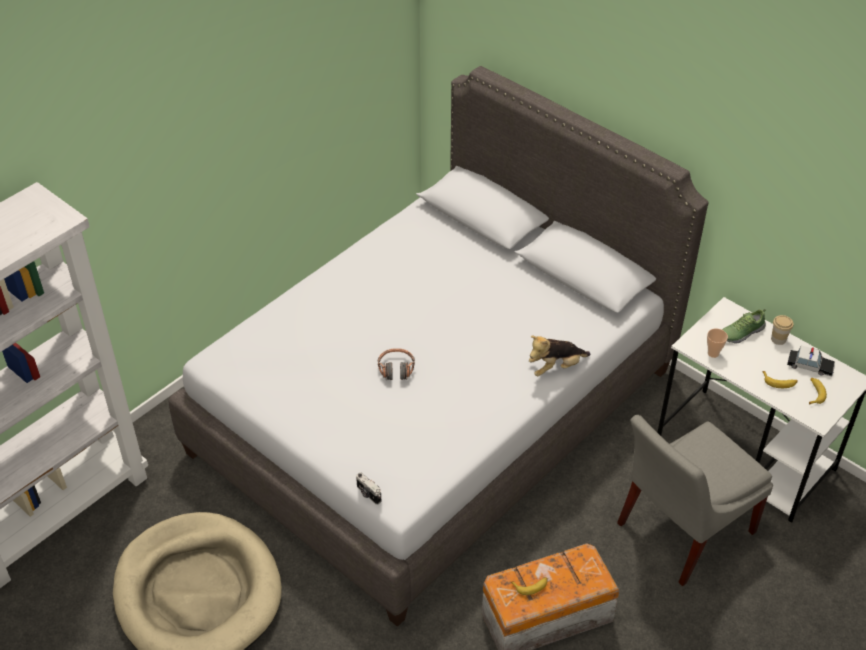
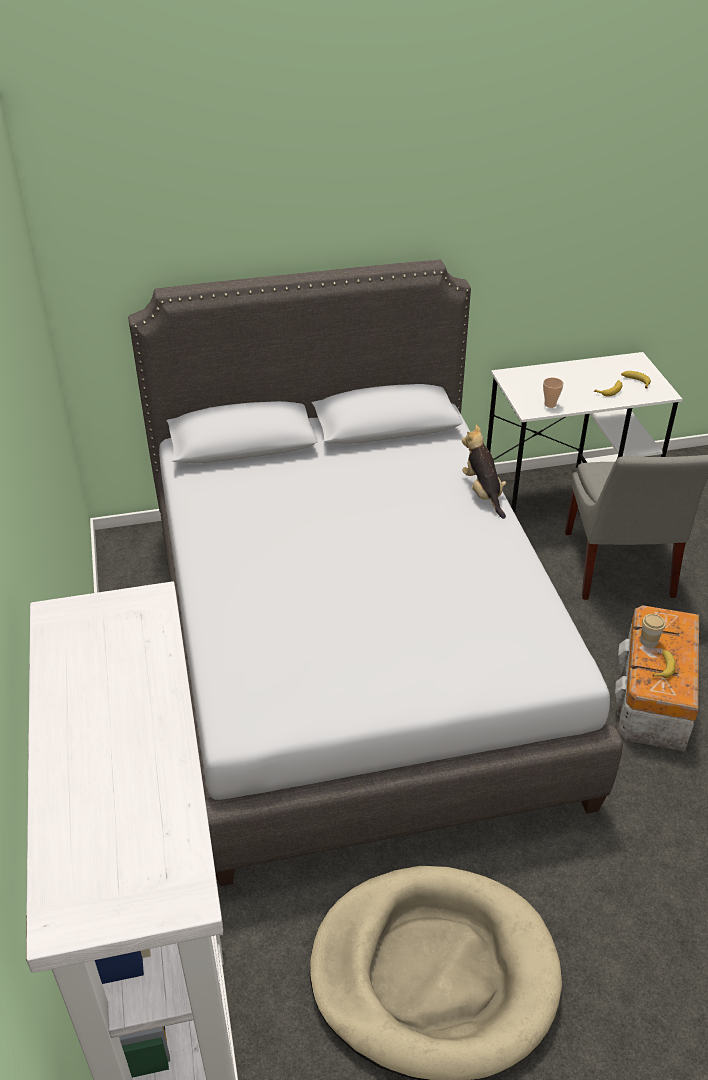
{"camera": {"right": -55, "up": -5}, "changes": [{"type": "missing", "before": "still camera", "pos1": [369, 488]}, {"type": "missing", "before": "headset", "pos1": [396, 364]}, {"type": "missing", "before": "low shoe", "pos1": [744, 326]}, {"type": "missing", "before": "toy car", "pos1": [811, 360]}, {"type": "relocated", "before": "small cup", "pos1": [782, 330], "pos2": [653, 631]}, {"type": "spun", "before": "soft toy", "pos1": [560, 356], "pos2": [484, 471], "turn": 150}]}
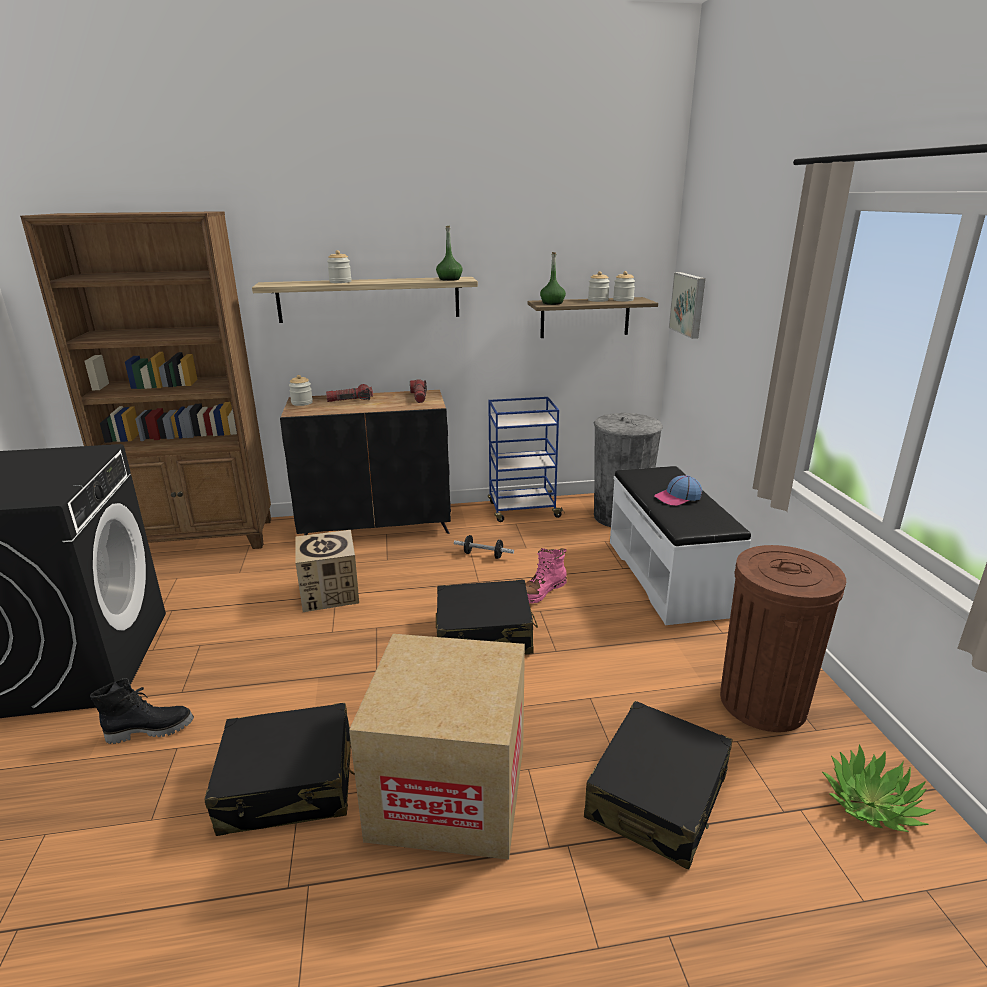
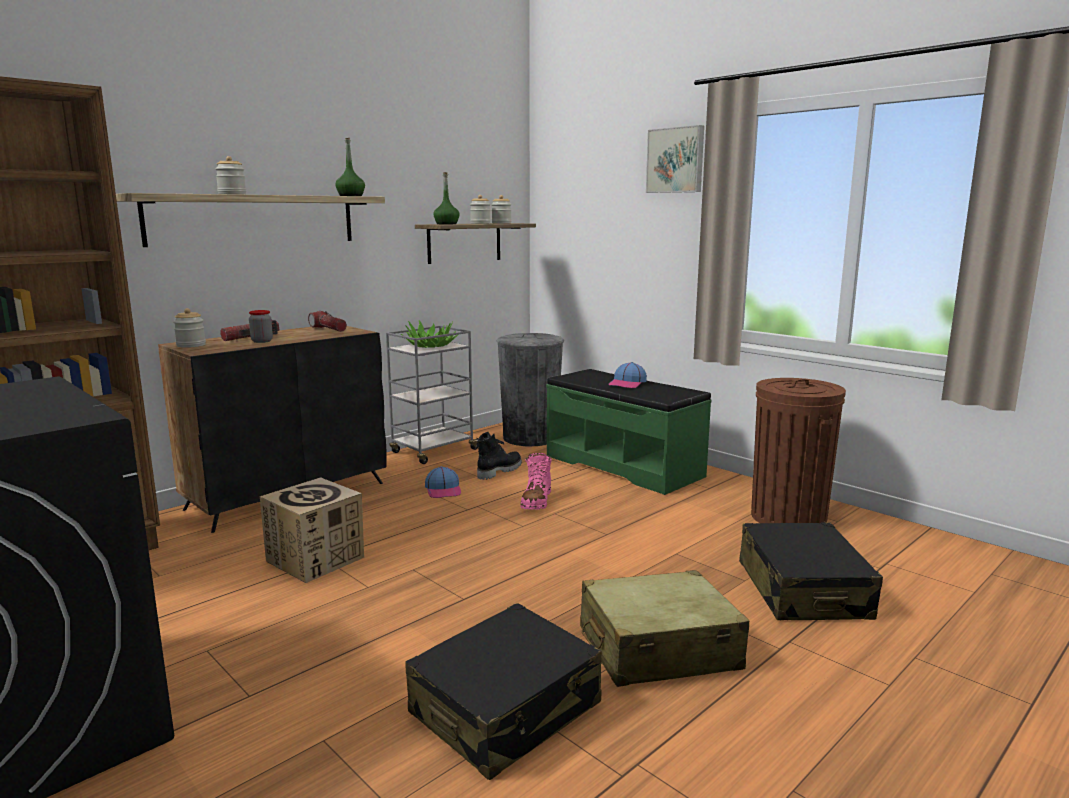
{"camera": {"right": -35, "up": -10}, "changes": [{"type": "missing", "before": "black-coloured suitcase", "pos1": [487, 616]}, {"type": "appeared", "after": "storage jar", "pos2": [261, 326]}, {"type": "relocated", "before": "black-coloured high-top boot", "pos1": [142, 711], "pos2": [499, 456]}, {"type": "relocated", "before": "wall art", "pos1": [687, 305], "pos2": [675, 159]}, {"type": "relocated", "before": "plant in a pot", "pos1": [879, 788], "pos2": [430, 334]}, {"type": "exchanged", "before": "packing box", "after": "sand-coloured suitcase", "pos1": [437, 747], "pos2": [664, 628]}, {"type": "exchanged", "before": "dumbbell", "after": "cap", "pos1": [484, 547], "pos2": [443, 482]}, {"type": "colour", "before": "bluish trolley", "after": "greyish trolley", "pos1": [526, 459], "pos2": [432, 395]}, {"type": "colour", "before": "white bench", "after": "greenish bench", "pos1": [680, 545], "pos2": [628, 432]}]}
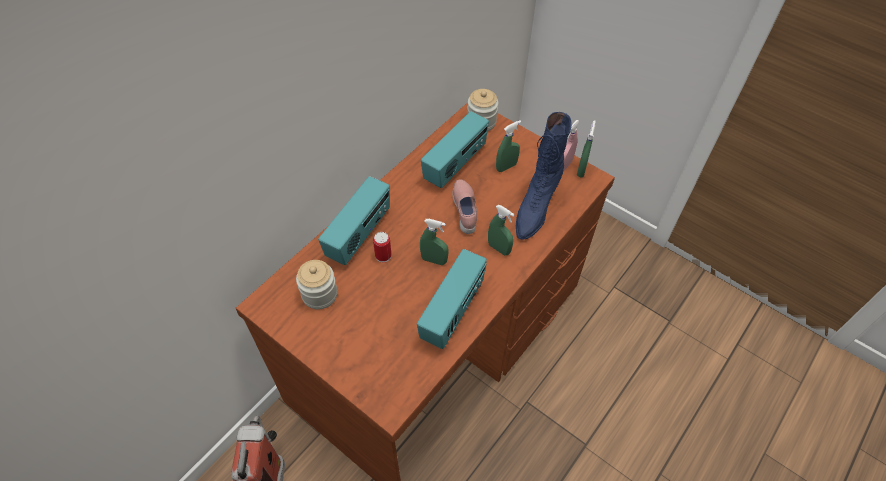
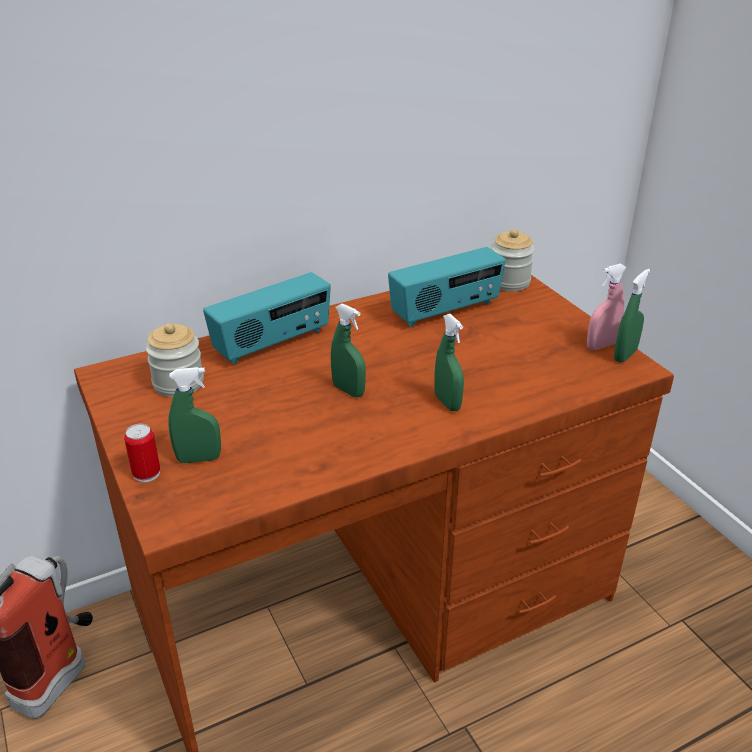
{"camera": {"right": 25, "up": -20}, "changes": [{"type": "missing", "before": "radio receiver", "pos1": [452, 299]}, {"type": "missing", "before": "pinkish low shoe", "pos1": [464, 206]}, {"type": "missing", "before": "bluish high-top boot", "pos1": [544, 176]}, {"type": "relocated", "before": "sealed can", "pos1": [382, 247], "pos2": [142, 453]}, {"type": "relocated", "before": "greenish sprayer", "pos1": [508, 146], "pos2": [194, 415]}]}
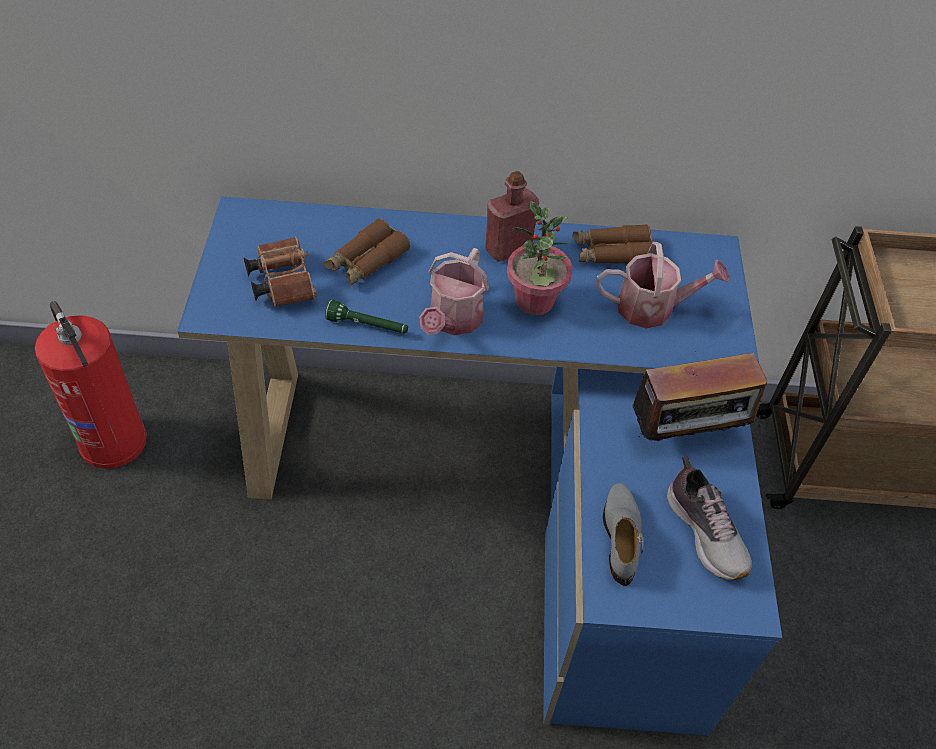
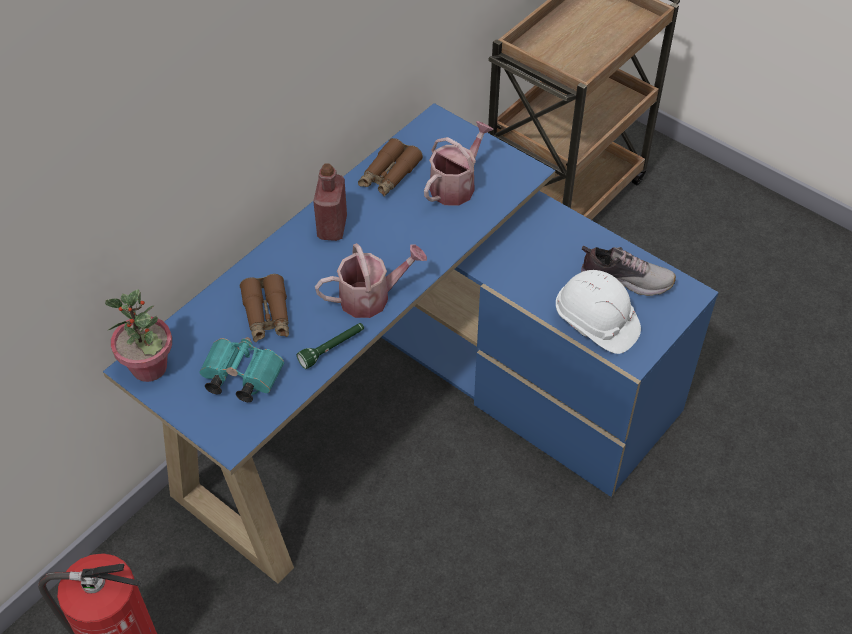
{"camera": {"right": -50, "up": 0}, "changes": [{"type": "missing", "before": "radio receiver", "pos1": [700, 406]}, {"type": "relocated", "before": "plant in a pot", "pos1": [539, 258], "pos2": [138, 335]}, {"type": "exchanged", "before": "greyish low shoe", "after": "white hard hat", "pos1": [623, 534], "pos2": [598, 312]}, {"type": "colour", "before": "brown field glasses", "after": "blue-green field glasses", "pos1": [280, 272], "pos2": [241, 369]}, {"type": "spun", "before": "sprinkling can", "pos1": [454, 292], "pos2": [371, 280], "turn": -75}]}
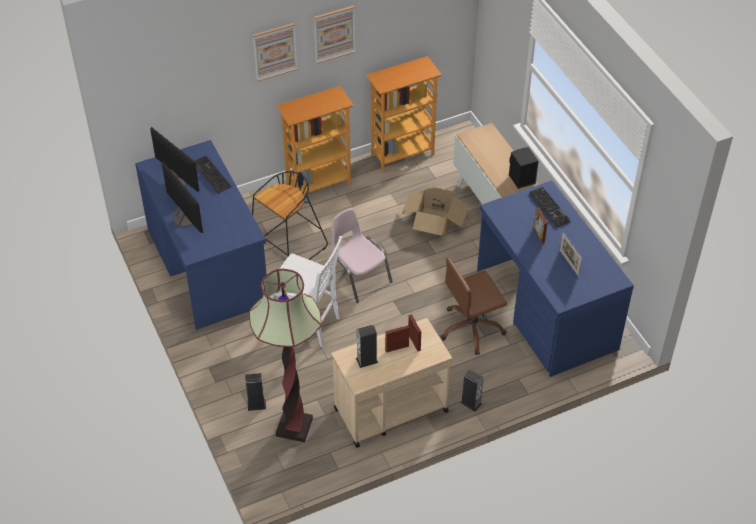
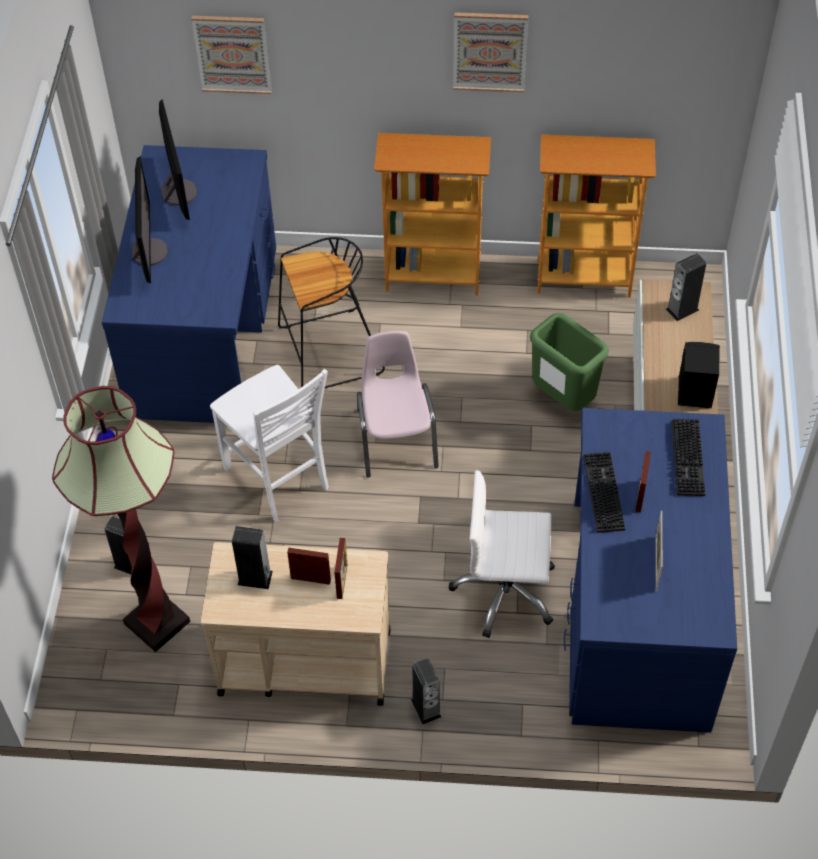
{"camera": {"right": 30, "up": 5}, "changes": [{"type": "appeared", "after": "speaker", "pos2": [686, 287]}, {"type": "relocated", "before": "PC keyboard", "pos1": [212, 174], "pos2": [604, 492]}, {"type": "relocated", "before": "wall art", "pos1": [275, 52], "pos2": [231, 55]}, {"type": "exchanged", "before": "packing box", "after": "greenish waste bin", "pos1": [435, 211], "pos2": [569, 362]}, {"type": "colour", "before": "brown office chair", "after": "white office chair", "pos1": [473, 306], "pos2": [502, 554]}]}
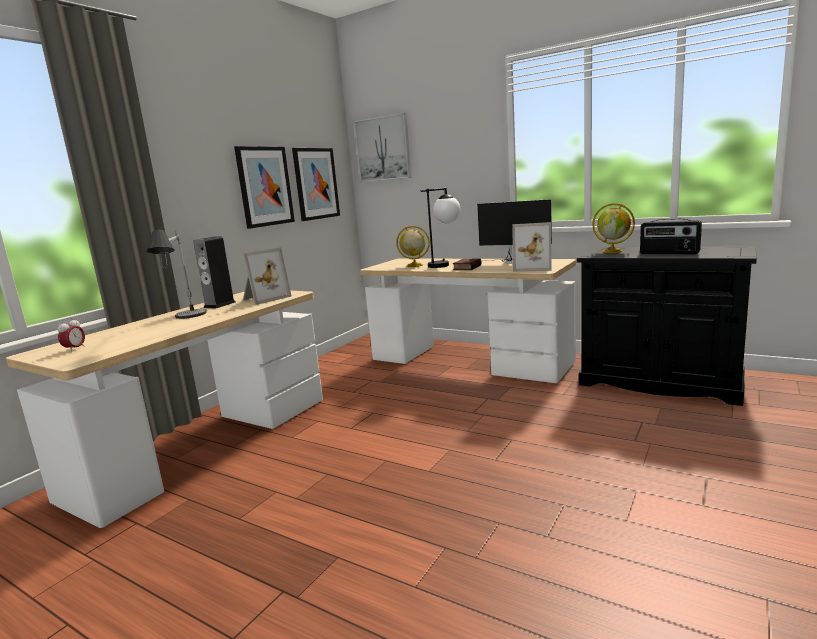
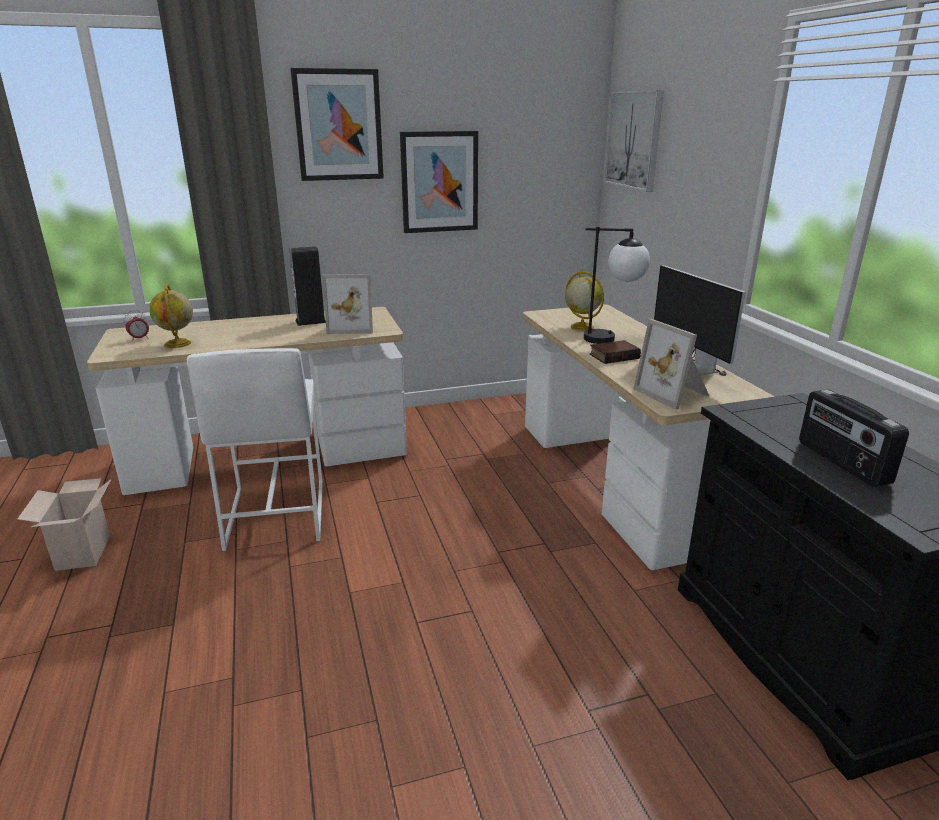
{"camera": {"right": 40, "up": 10}, "changes": [{"type": "missing", "before": "tabletop lamp", "pos1": [176, 274]}, {"type": "appeared", "after": "packing box", "pos2": [64, 524]}, {"type": "appeared", "after": "white stool", "pos2": [255, 449]}, {"type": "relocated", "before": "wall art", "pos1": [316, 184], "pos2": [337, 124]}, {"type": "relocated", "before": "world globe", "pos1": [613, 228], "pos2": [171, 316]}]}
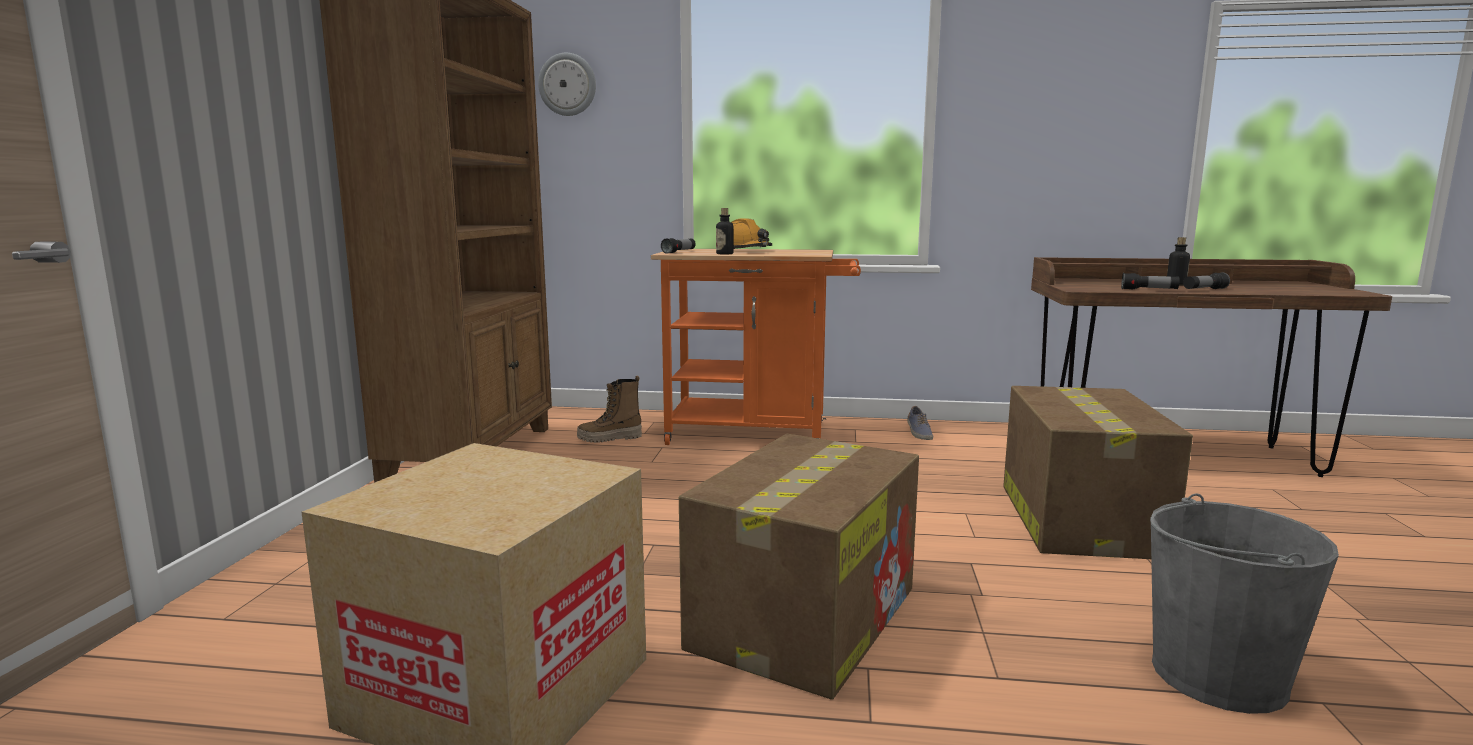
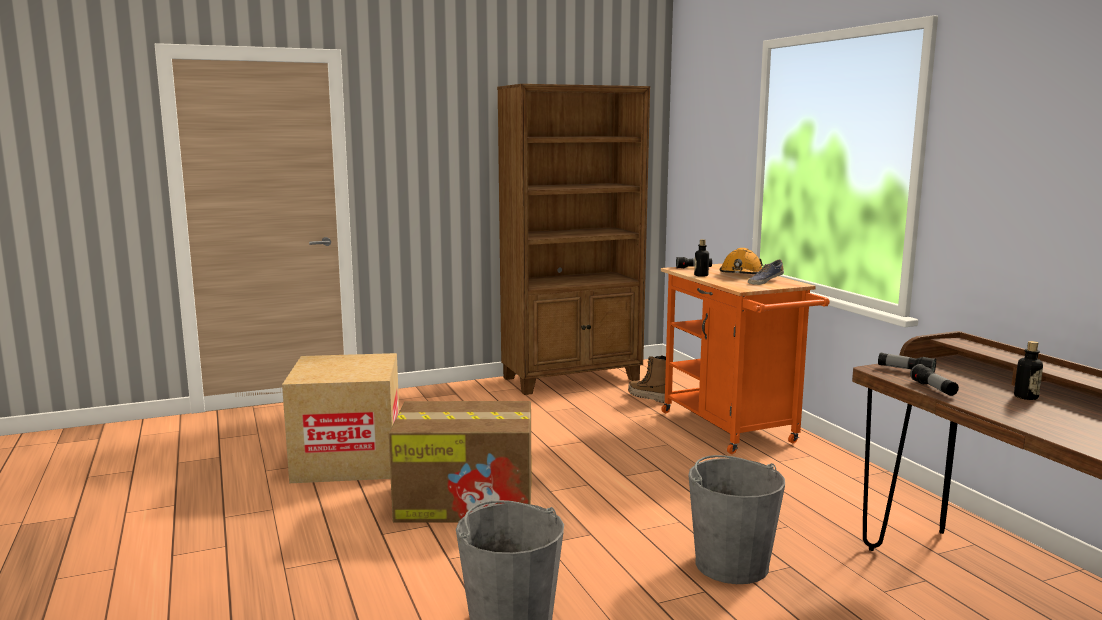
{"camera": {"right": 60, "up": 0}, "changes": [{"type": "missing", "before": "wall clock", "pos1": [567, 84]}, {"type": "relocated", "before": "low shoe", "pos1": [920, 423], "pos2": [766, 272]}, {"type": "relocated", "before": "torch", "pos1": [1206, 280], "pos2": [907, 363]}, {"type": "exchanged", "before": "packing box", "after": "greyish water bucket", "pos1": [1098, 472], "pos2": [736, 519]}]}
